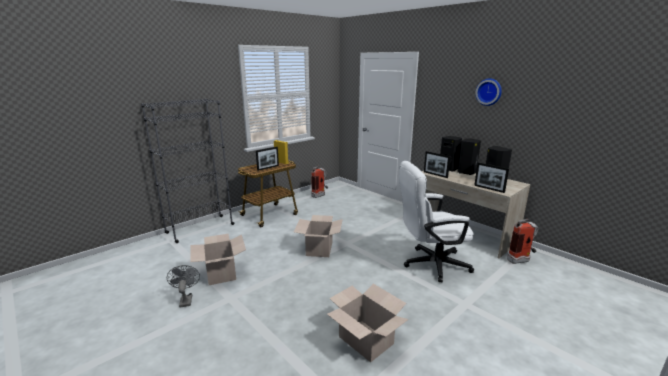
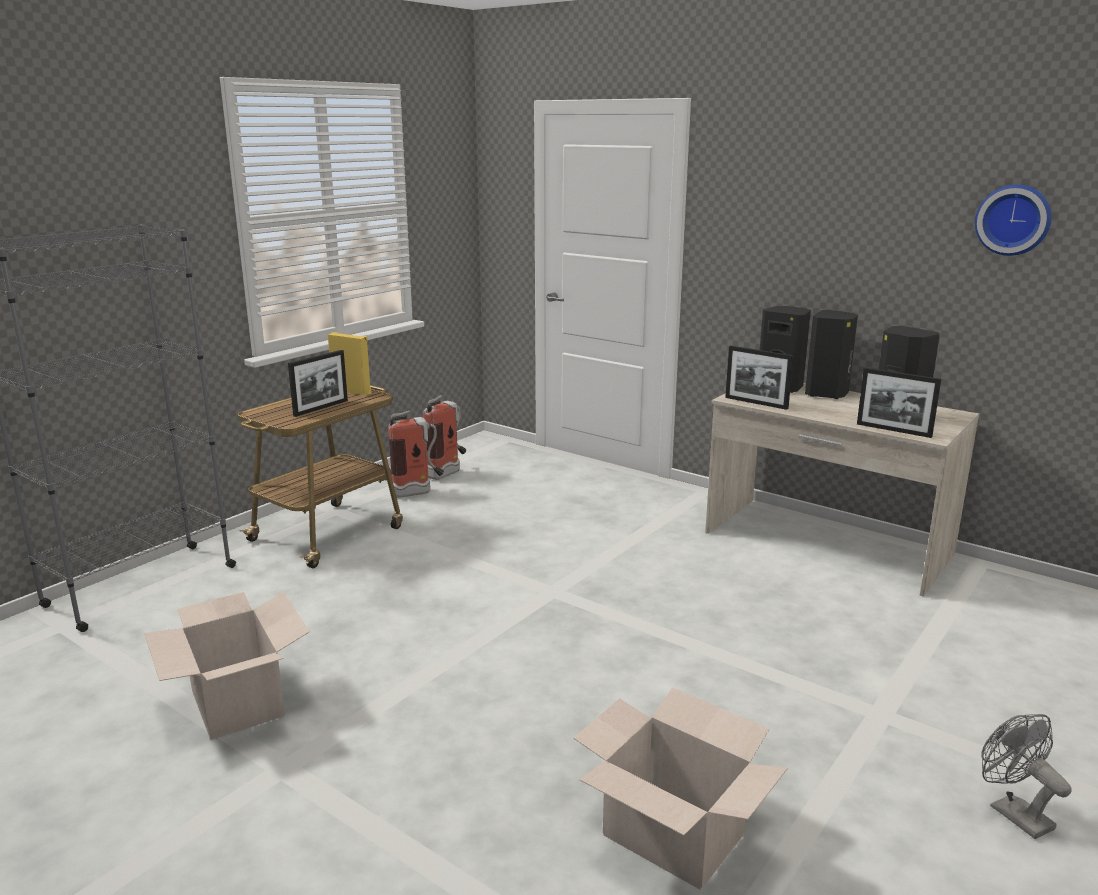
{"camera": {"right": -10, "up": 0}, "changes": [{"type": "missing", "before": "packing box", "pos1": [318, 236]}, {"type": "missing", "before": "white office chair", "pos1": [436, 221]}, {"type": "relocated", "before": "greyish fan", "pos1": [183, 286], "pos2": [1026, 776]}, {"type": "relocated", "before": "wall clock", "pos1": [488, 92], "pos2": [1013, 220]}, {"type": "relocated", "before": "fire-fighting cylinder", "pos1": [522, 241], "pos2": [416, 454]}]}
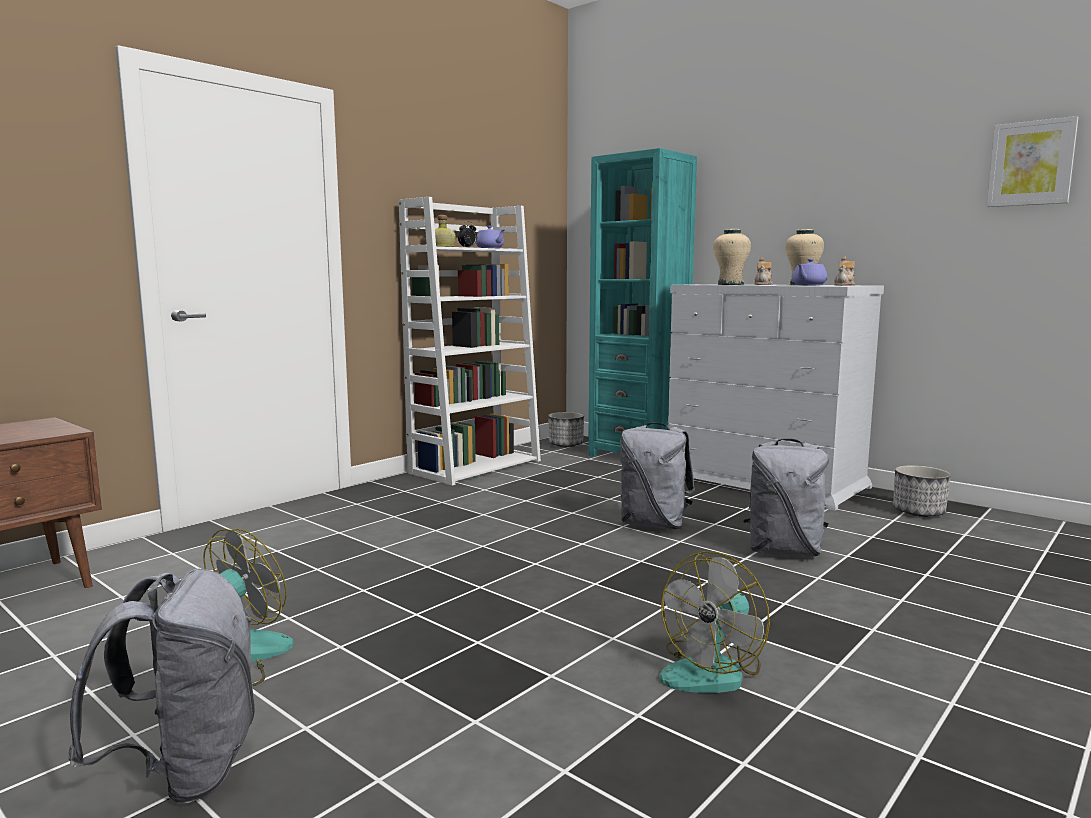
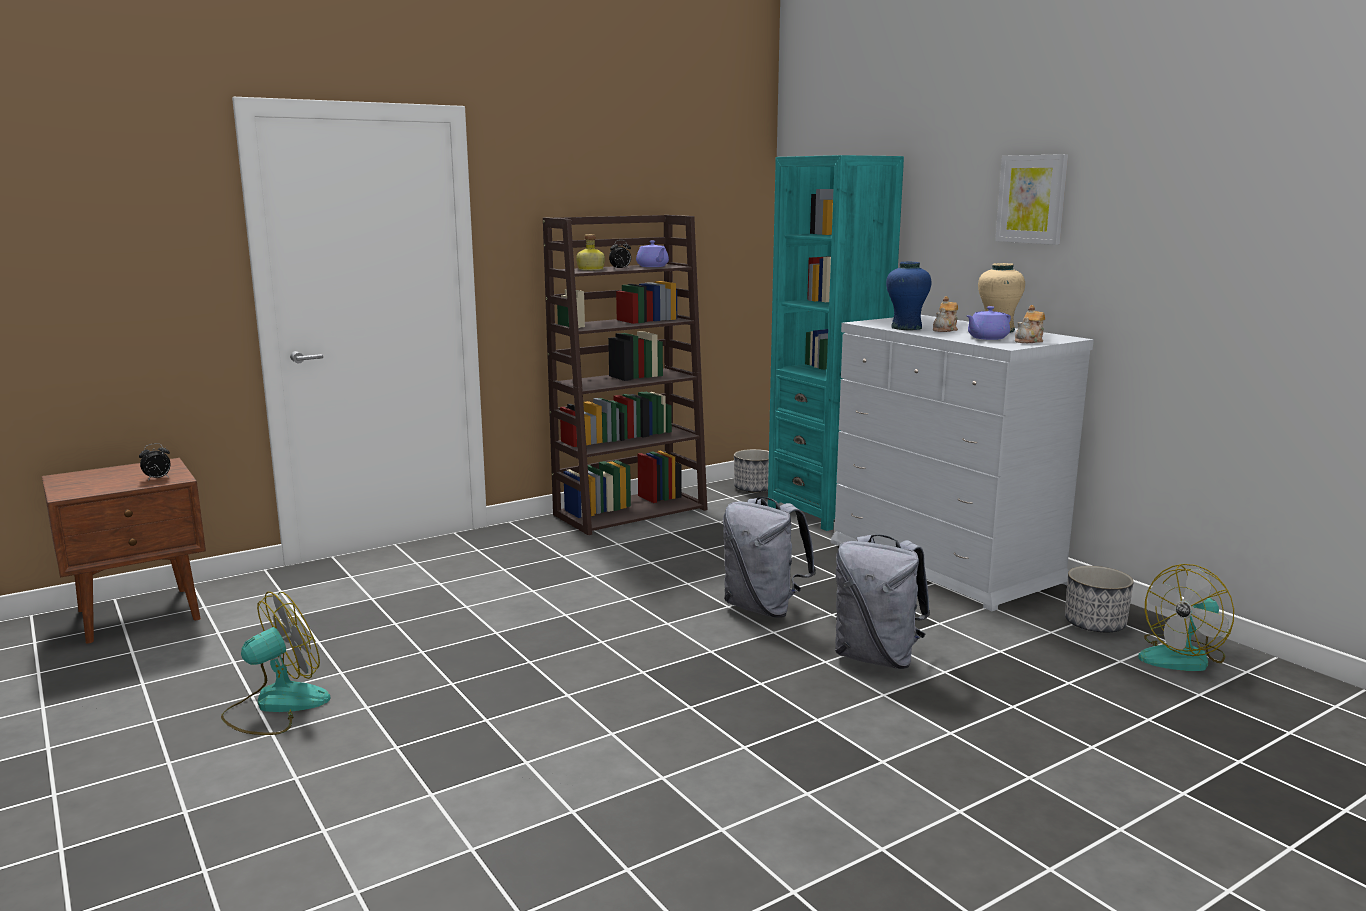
{"camera": {"right": 15, "up": 5}, "changes": [{"type": "missing", "before": "greyish backpack", "pos1": [161, 686]}, {"type": "appeared", "after": "alarm clock", "pos2": [154, 461]}, {"type": "relocated", "before": "fan", "pos1": [714, 622], "pos2": [1186, 617]}, {"type": "relocated", "before": "wall art", "pos1": [1032, 161], "pos2": [1031, 199]}, {"type": "colour", "before": "white shelving unit", "after": "brown shelving unit", "pos1": [470, 341], "pos2": [625, 375]}, {"type": "colour", "before": "sand-coloured flower vase", "after": "bluish flower vase", "pos1": [732, 257], "pos2": [908, 296]}]}
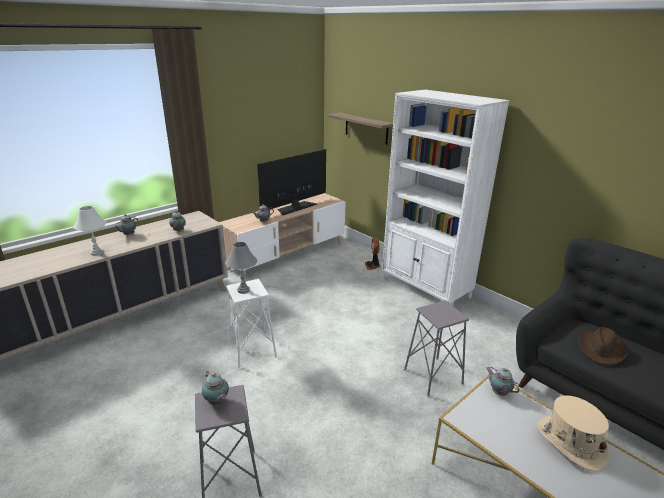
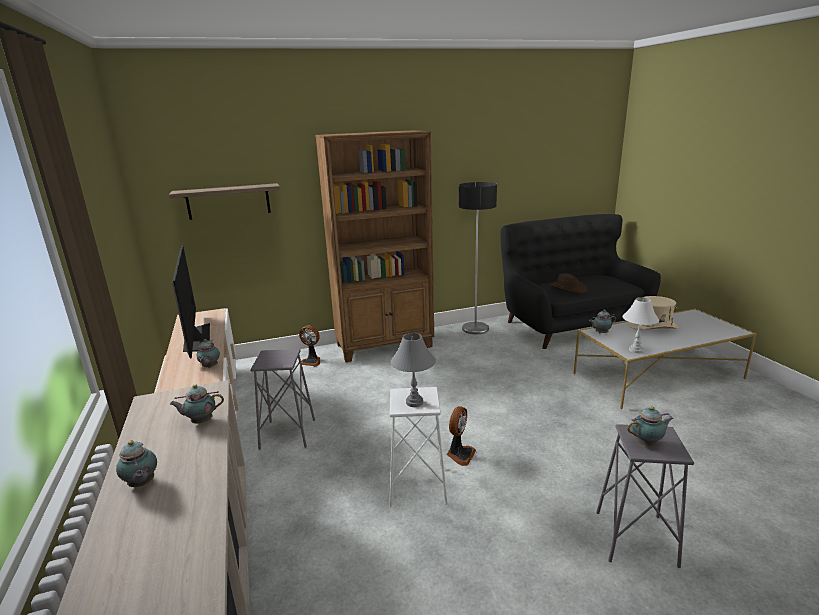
{"camera": {"right": -65, "up": -5}, "changes": [{"type": "appeared", "after": "fan", "pos2": [461, 436]}, {"type": "appeared", "after": "floor lamp", "pos2": [478, 258]}, {"type": "relocated", "before": "white tabletop lamp", "pos1": [90, 231], "pos2": [641, 325]}, {"type": "relocated", "before": "greyish stool", "pos1": [436, 348], "pos2": [282, 399]}, {"type": "colour", "before": "white shelving unit", "after": "brown shelving unit", "pos1": [445, 198], "pos2": [374, 246]}]}
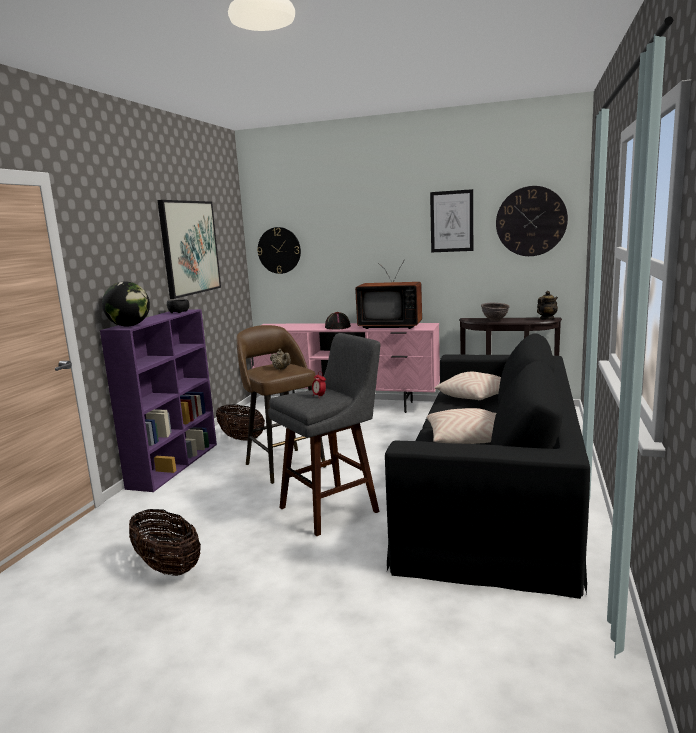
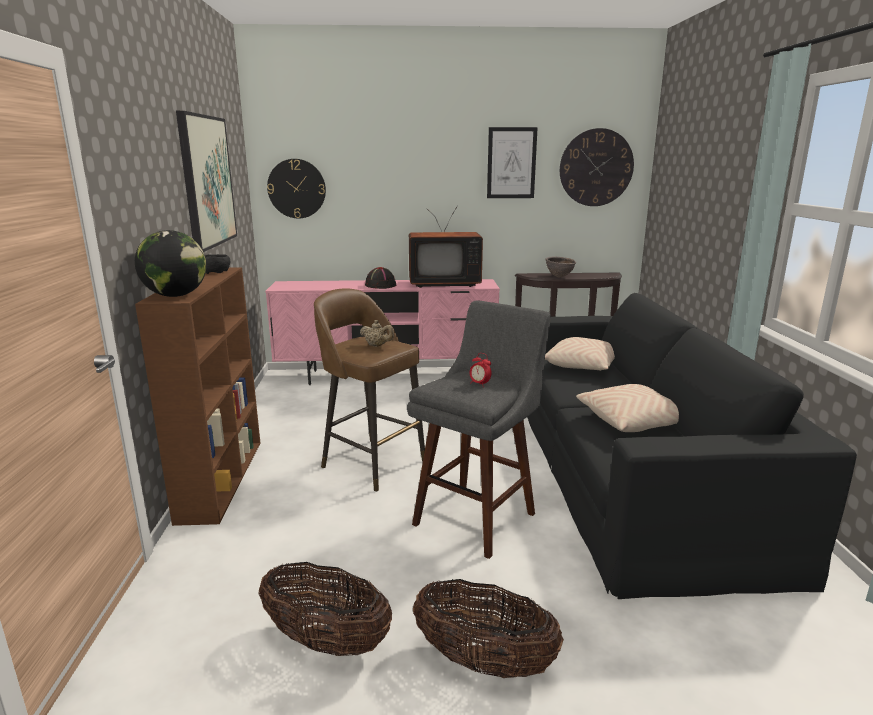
{"camera": {"right": -20, "up": 5}, "changes": [{"type": "missing", "before": "tea pot", "pos1": [547, 305]}, {"type": "relocated", "before": "household basket", "pos1": [240, 422], "pos2": [488, 628]}, {"type": "colour", "before": "purplish shelving unit", "after": "brown shelving unit", "pos1": [158, 400], "pos2": [197, 396]}]}
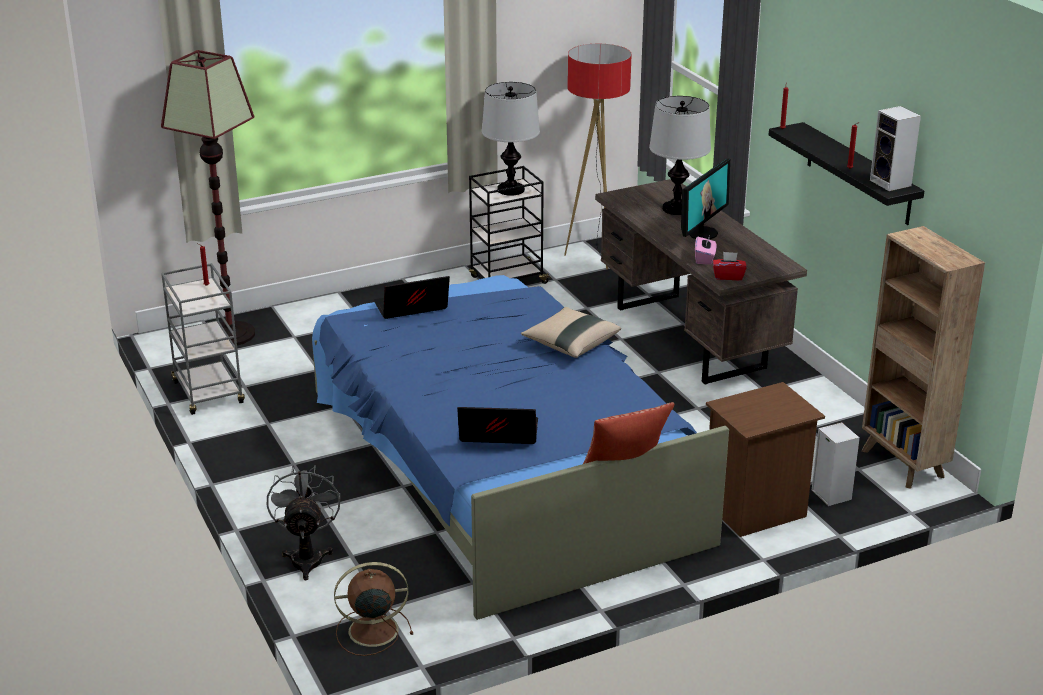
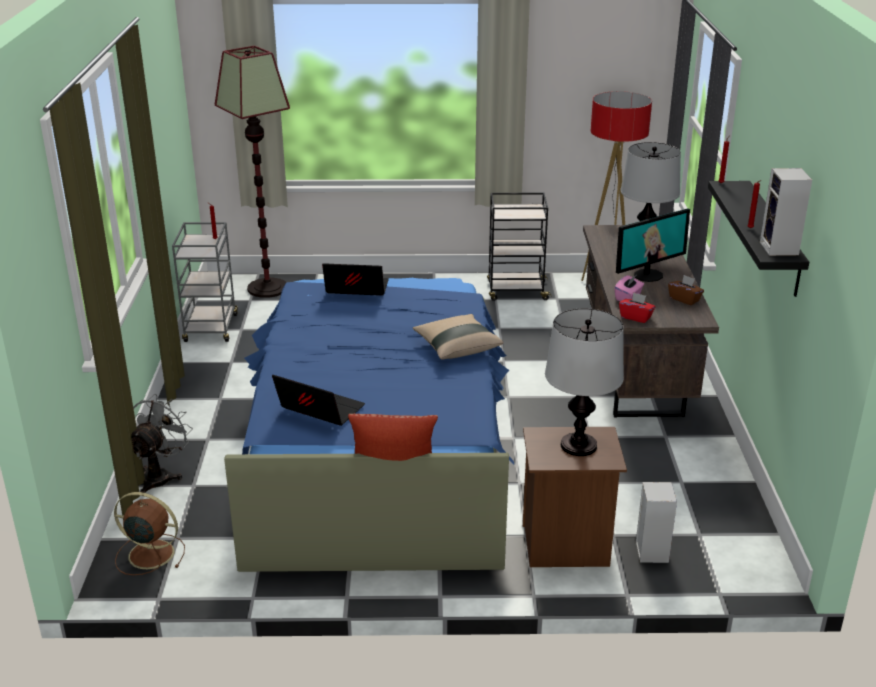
{"camera": {"right": 25, "up": 0}, "changes": [{"type": "missing", "before": "brown shelving unit", "pos1": [923, 357]}, {"type": "appeared", "after": "brown box of tissues", "pos2": [686, 290]}, {"type": "relocated", "before": "tabletop lamp", "pos1": [511, 139], "pos2": [584, 382]}]}
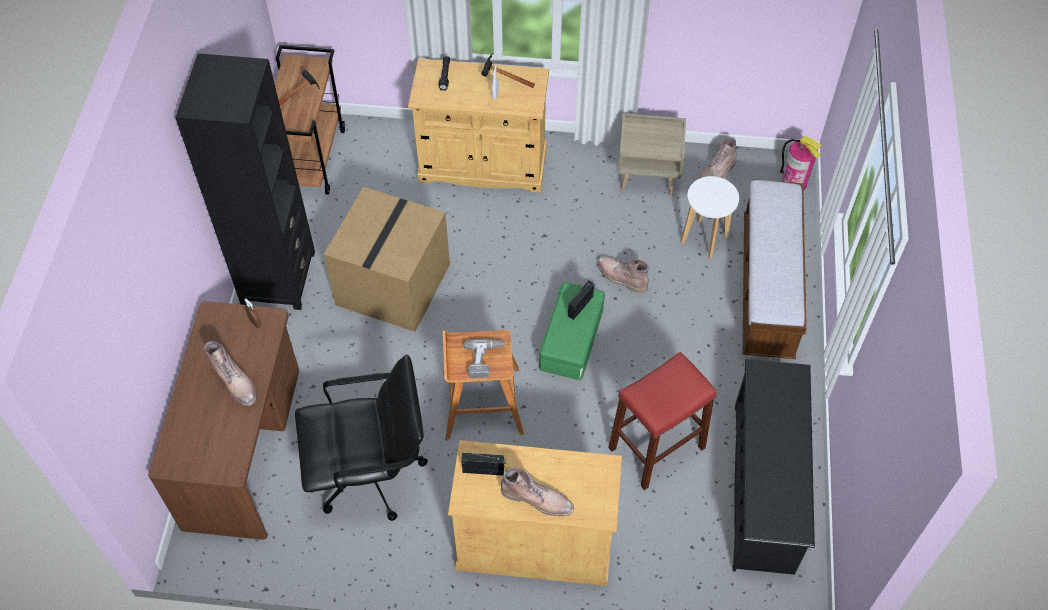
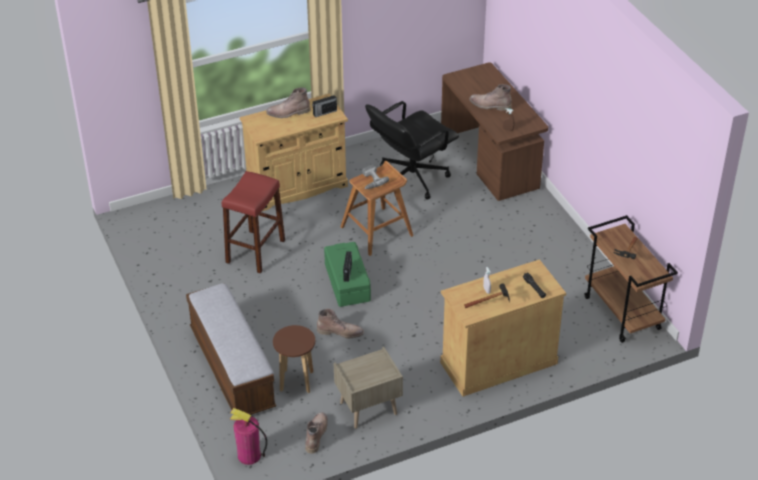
{"camera": {"right": 150, "up": -15}, "changes": [{"type": "missing", "before": "black-coloured shelving unit", "pos1": [245, 181]}, {"type": "missing", "before": "packing box", "pos1": [387, 259]}, {"type": "missing", "before": "black-coloured shoe rack", "pos1": [774, 467]}, {"type": "colour", "before": "white stool", "after": "brown stool", "pos1": [710, 217], "pos2": [294, 359]}]}
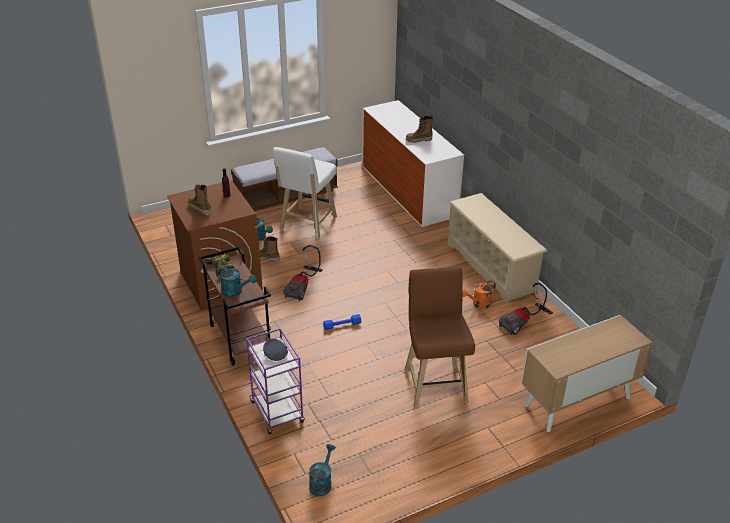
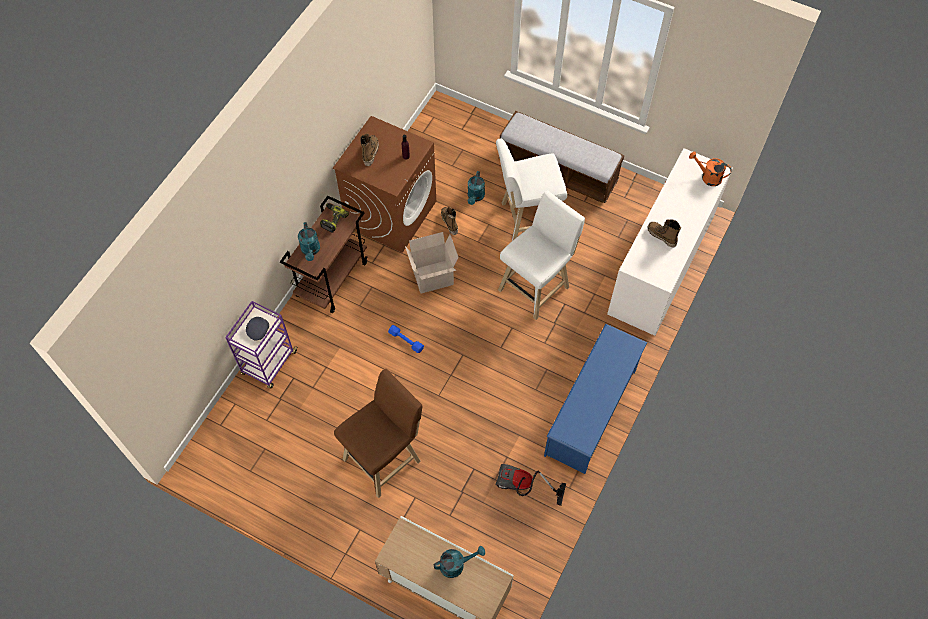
{"camera": {"right": 55, "up": 25}, "changes": [{"type": "appeared", "after": "white stool", "pos2": [541, 255]}, {"type": "relocated", "before": "blue-green sprinkling can", "pos1": [322, 470], "pos2": [459, 562]}, {"type": "relocated", "before": "orange-coloured sprinkling can", "pos1": [479, 294], "pos2": [710, 168]}, {"type": "exchanged", "before": "vacuum", "after": "packing box", "pos1": [303, 273], "pos2": [432, 263]}, {"type": "colour", "before": "sand-coloured shoe rack", "after": "bluish shoe rack", "pos1": [497, 248], "pos2": [595, 399]}]}
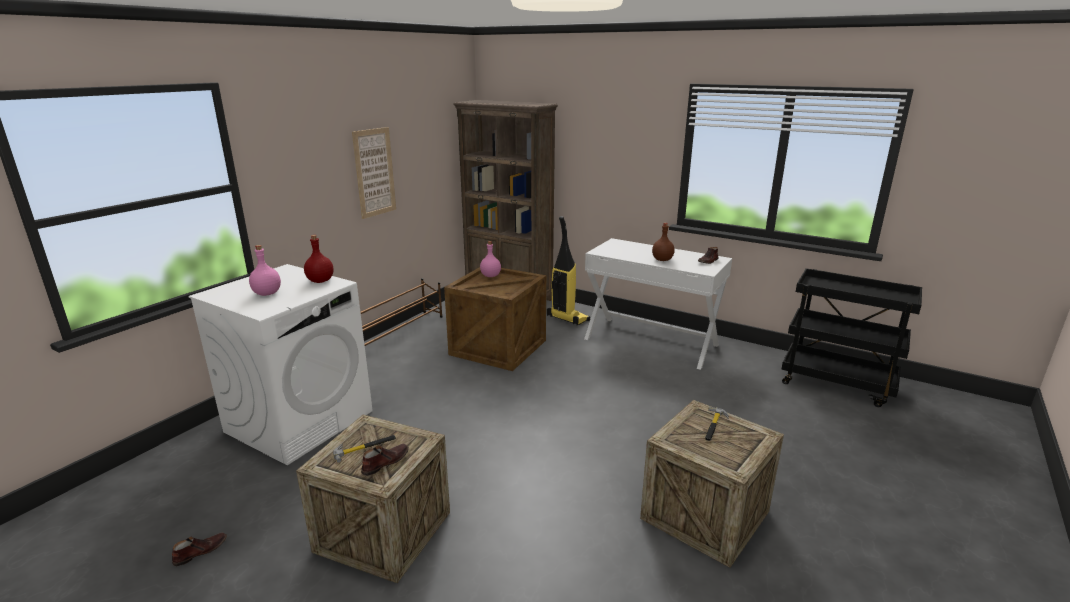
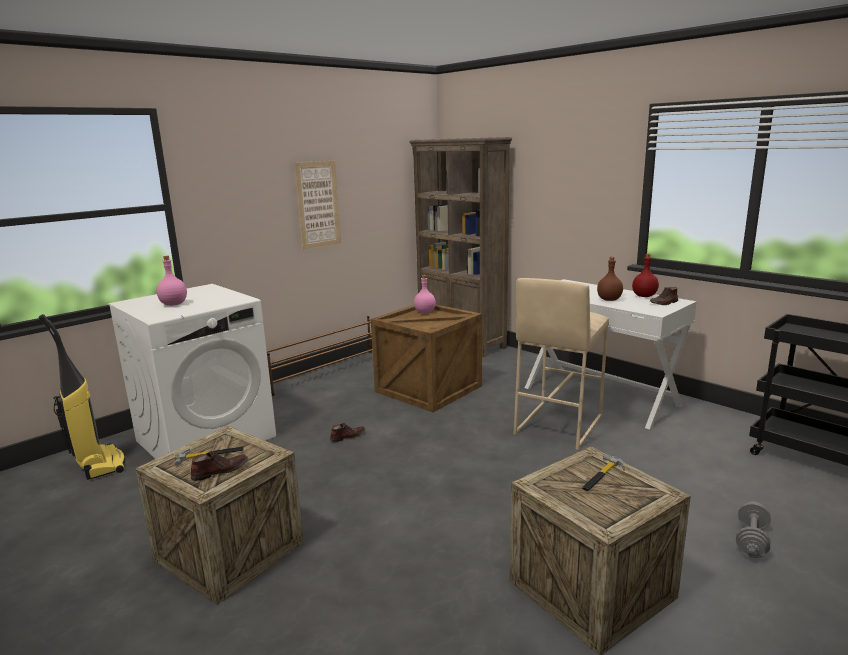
{"camera": {"right": 15, "up": -5}, "changes": [{"type": "appeared", "after": "sand-coloured stool", "pos2": [561, 364]}, {"type": "appeared", "after": "greyish dumbbell", "pos2": [753, 529]}, {"type": "relocated", "before": "brown low shoe", "pos1": [199, 549], "pos2": [348, 432]}, {"type": "relocated", "before": "reddish beverage bottle", "pos1": [319, 259], "pos2": [645, 275]}, {"type": "relocated", "before": "vacuum", "pos1": [568, 270], "pos2": [82, 397]}]}
